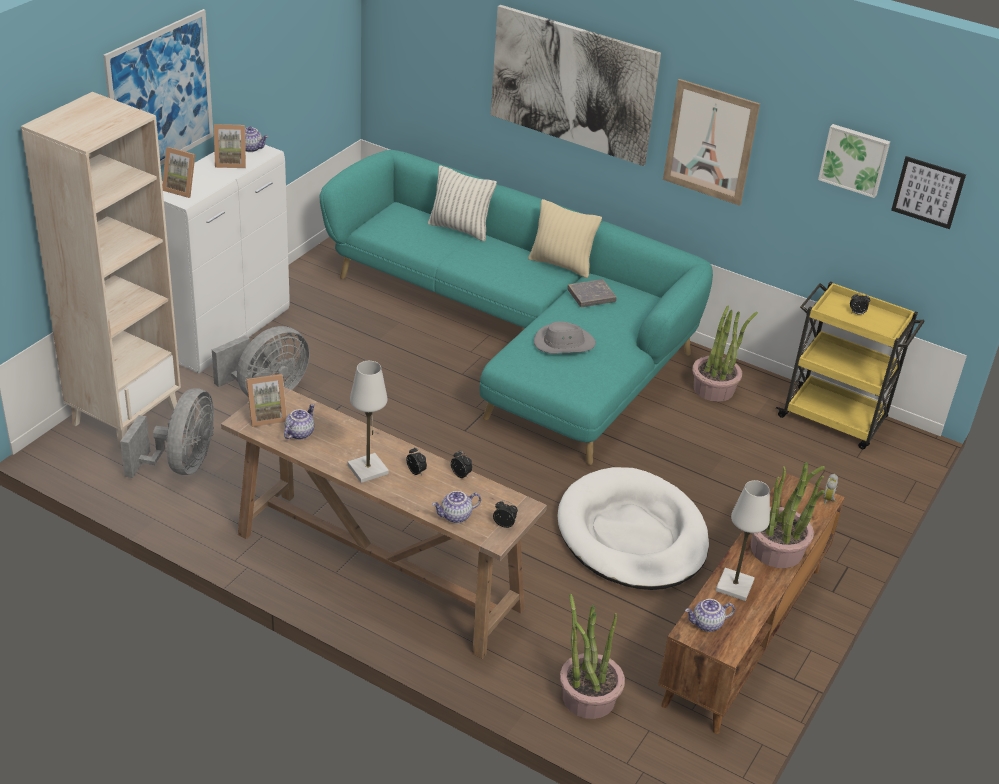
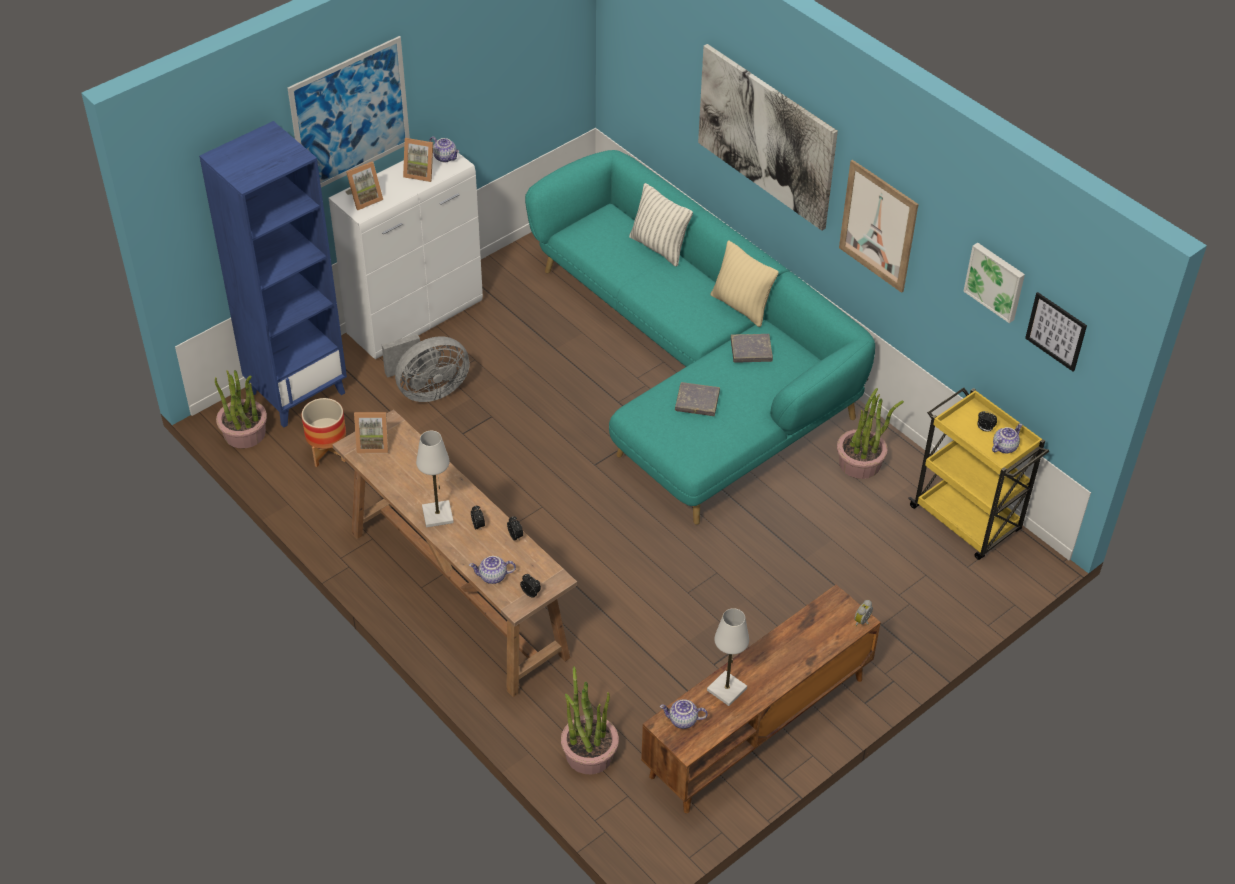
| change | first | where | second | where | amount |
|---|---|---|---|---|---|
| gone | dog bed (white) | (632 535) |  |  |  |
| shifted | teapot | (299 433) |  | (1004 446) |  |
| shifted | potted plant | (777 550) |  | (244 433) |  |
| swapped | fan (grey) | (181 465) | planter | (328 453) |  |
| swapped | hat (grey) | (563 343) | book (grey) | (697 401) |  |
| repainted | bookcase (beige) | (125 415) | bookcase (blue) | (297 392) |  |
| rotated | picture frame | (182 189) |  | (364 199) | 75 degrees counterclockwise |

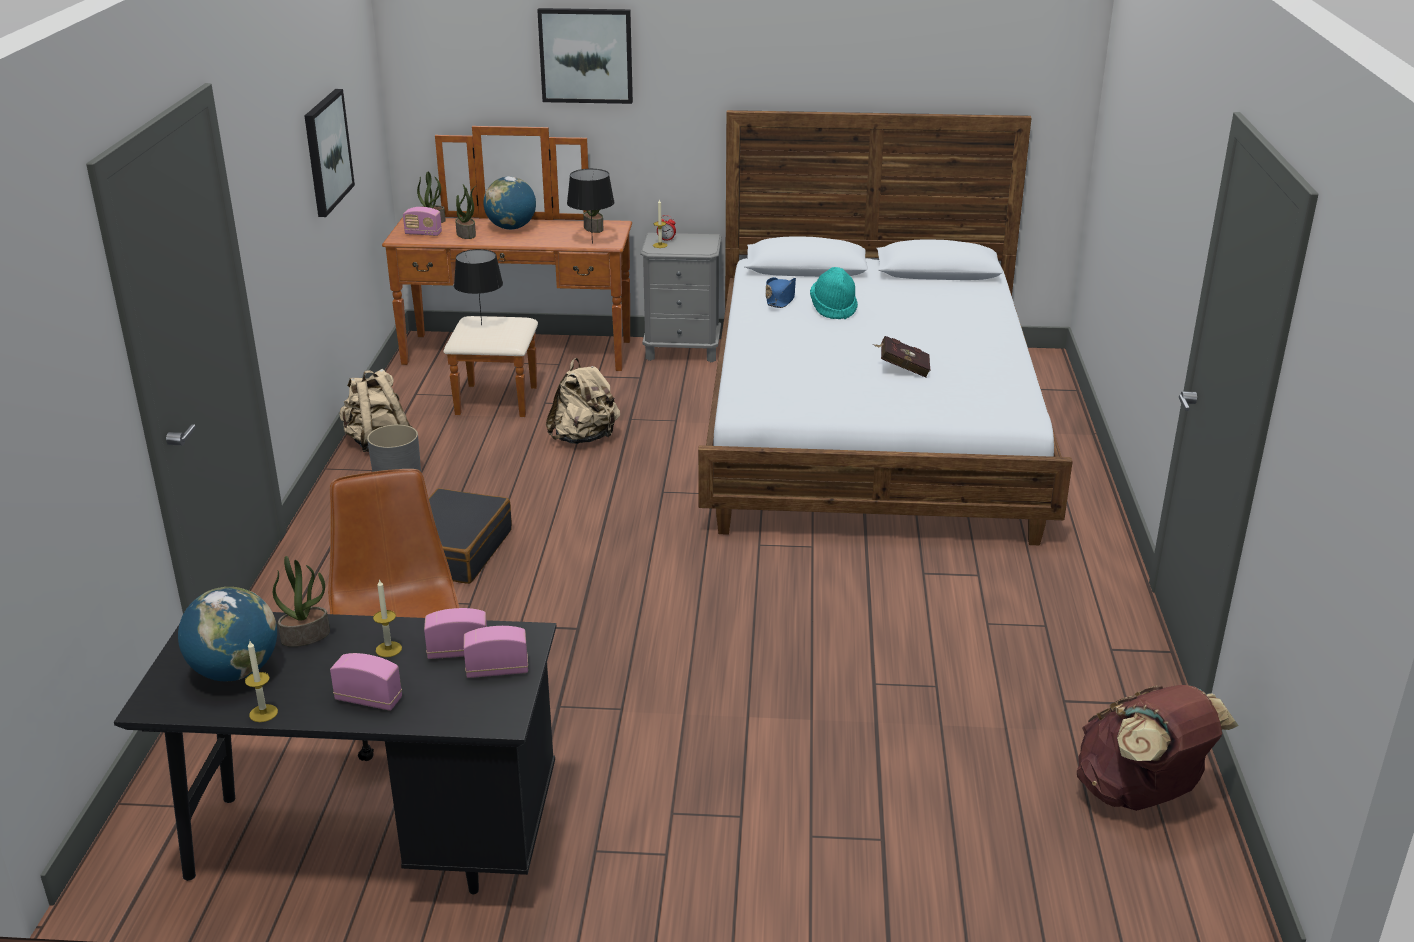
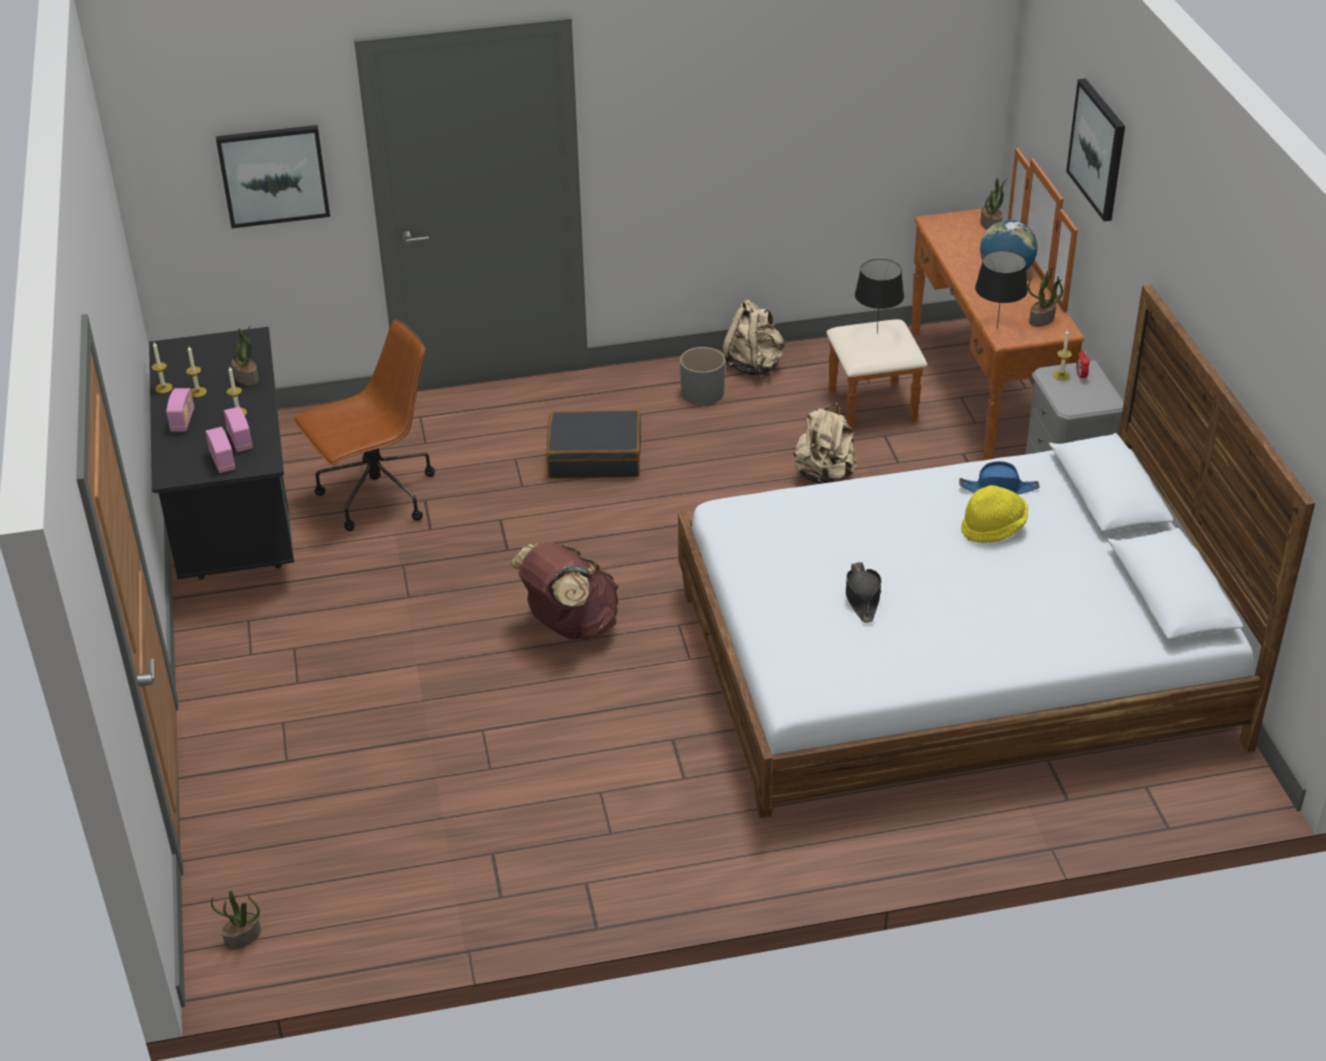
| change | first | where | second | where | amount |
|---|---|---|---|---|---|
| gone | globe | (235 672) |  |  |  |
| gone | radio | (423 234) |  |  |  |
| new |  |  | candle | (198 392) |  |
| shifted | picture | (326 152) |  | (273 175) |  |
| shifted | potted plant | (466 234) |  | (242 937) |  |
| shifted | backpack (brown) | (1140 794) |  | (569 625) |  |
| swapped | book (red) | (901 369) | hat (black) | (862 597) |  |
| repainted | hat (turquoise) | (833 309) | hat (yellow) | (993 528) |  |

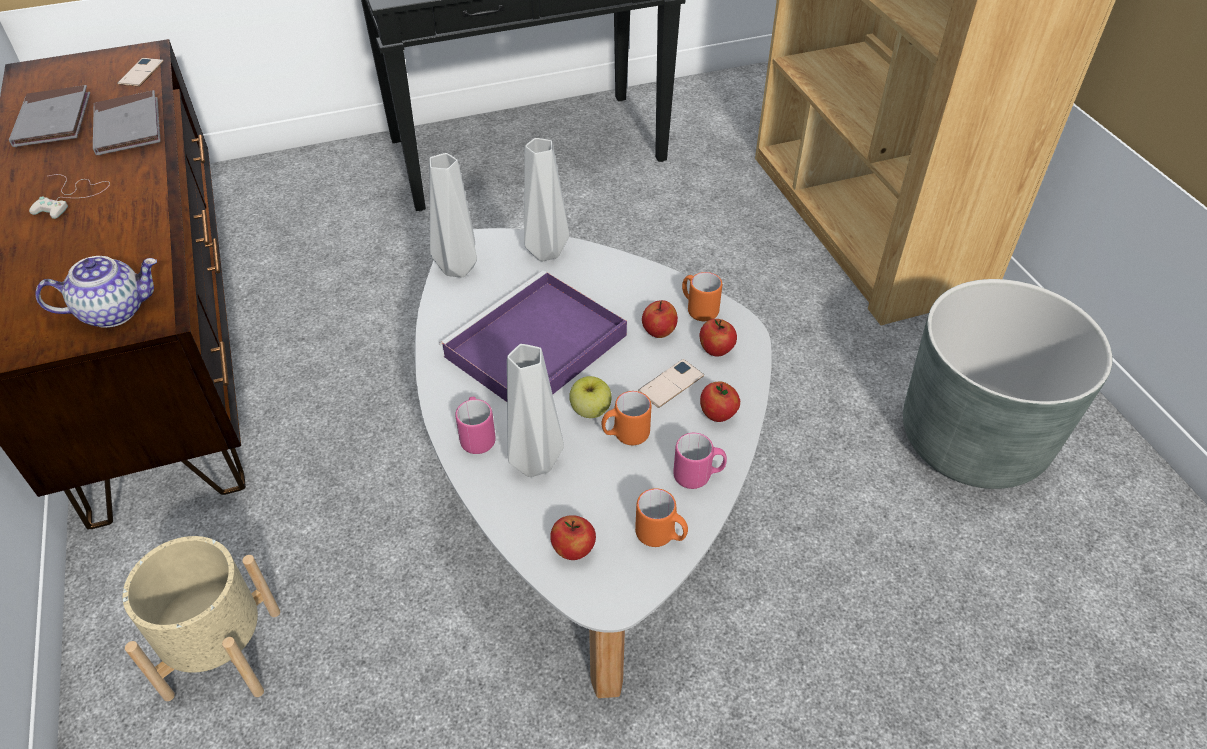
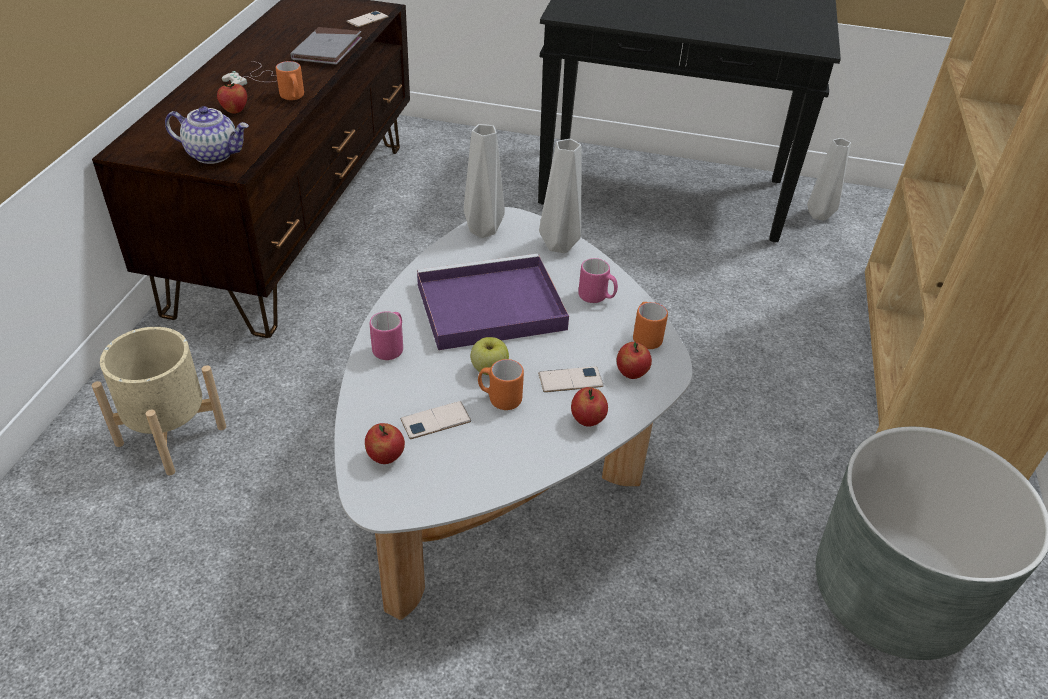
| change | first | where | second | where | amount |
|---|---|---|---|---|---|
| gone | book (grey) | (53 121) |  |  |  |
| new |  |  | phone | (436 420) |  |
| shifted | vase (grey) | (532 464) |  | (817 215) |  |
| shifted | mug (orange) | (661 536) |  | (293 98) |  |
| shifted | apple | (658 332) |  | (234 110) |  |
| shifted | mug (pink) | (698 476) |  | (597 297) |  |

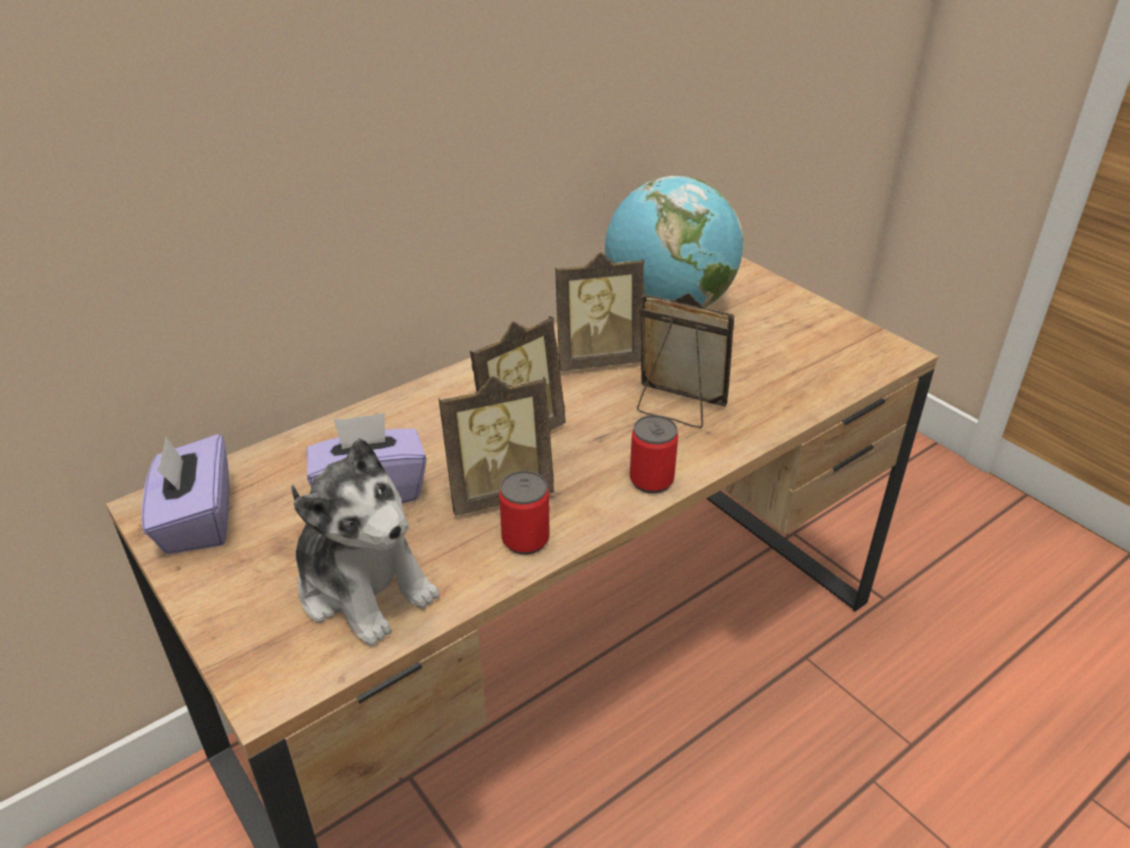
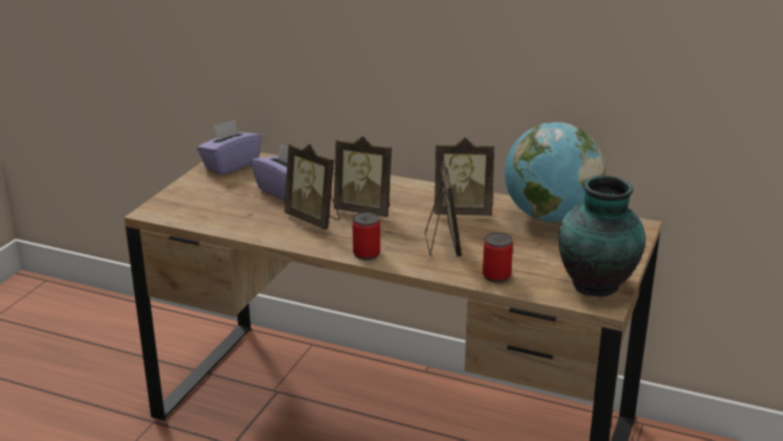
| change | first | where | second | where | amount |
|---|---|---|---|---|---|
| gone | plush toy | (364 587) |  |  |  |
| new |  |  | vase | (598 285) |  |
| shifted | can | (525 539) |  | (496 276) |  |
| rotated | picture frame | (597 359) |  | (462 211) | 45 degrees counterclockwise |

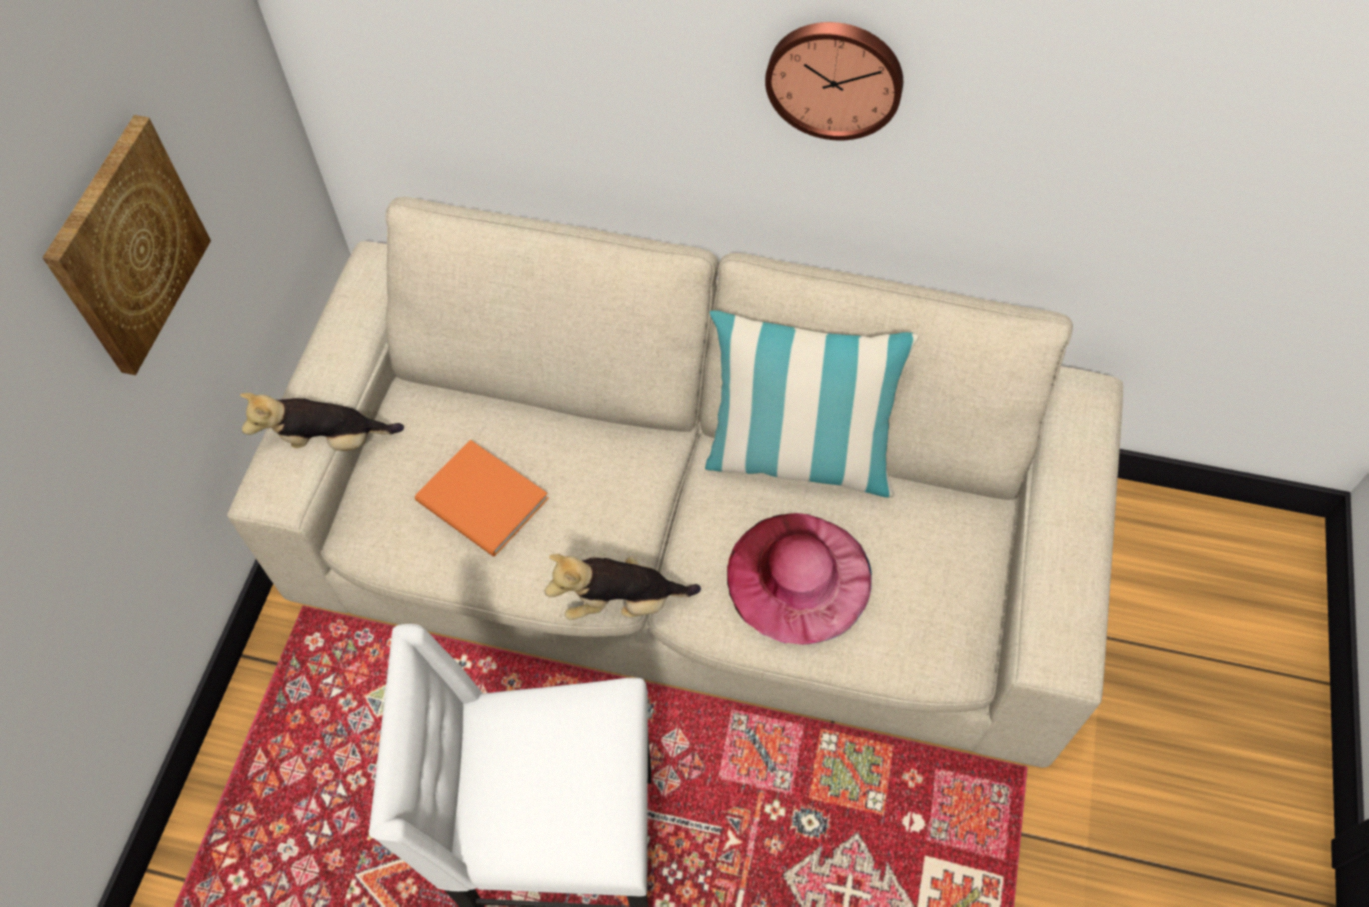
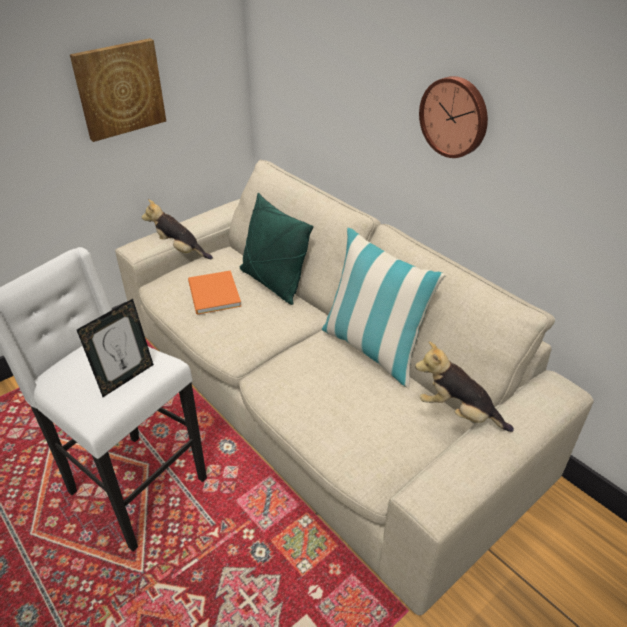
| change | first | where | second | where | amount |
|---|---|---|---|---|---|
| gone | hat (pink) | (798 577) |  |  |  |
| new |  |  | picture frame | (125 378) |  |
| new |  |  | pillow (green) | (273 283) |  |
| shifted | plush toy | (622 602) |  | (458 412) |  |

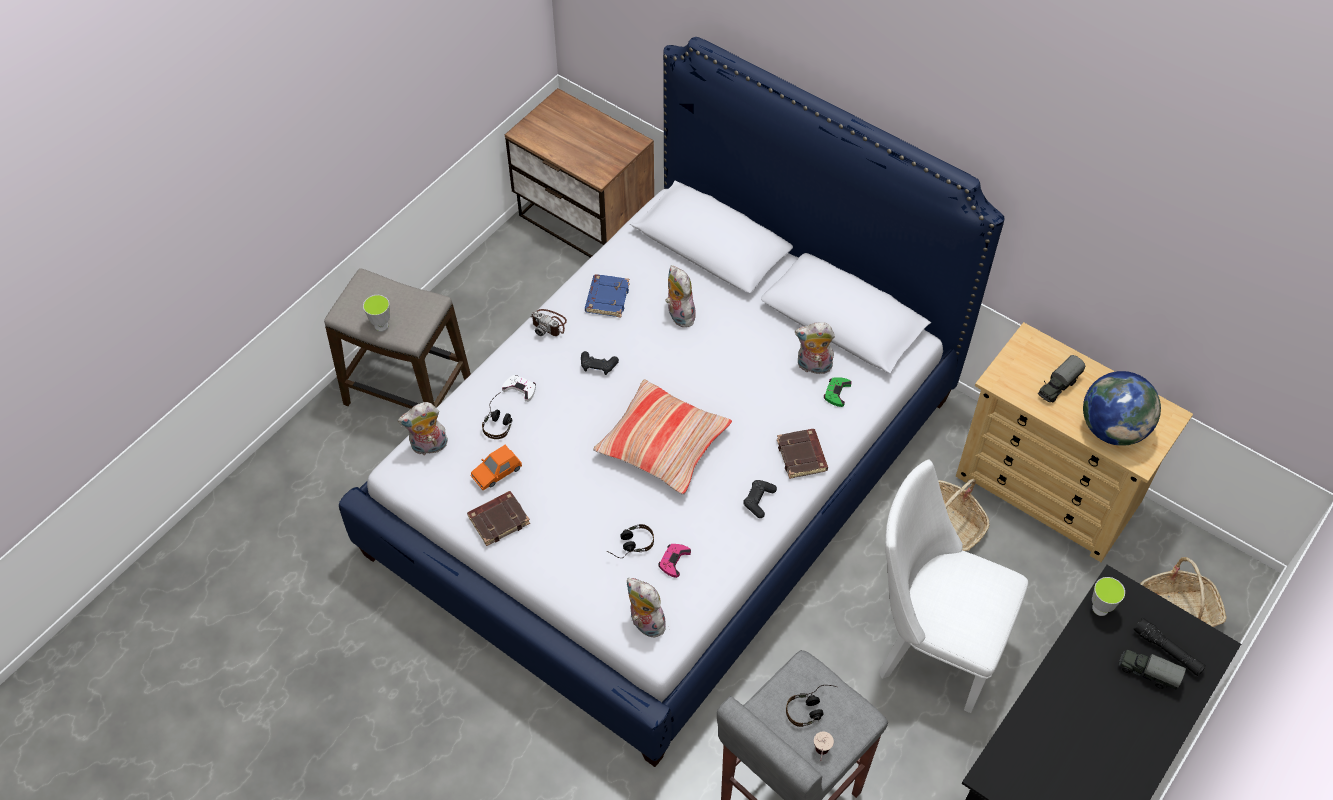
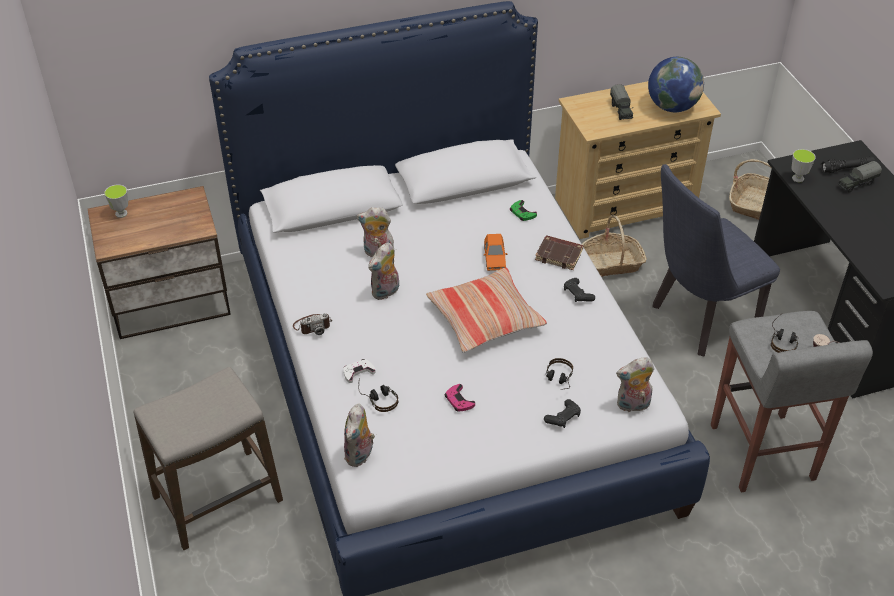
| change | first | where | second | where | amount |
|---|---|---|---|---|---|
| gone | book (brown) | (499 519) |  |  |  |
| gone | book (blue) | (606 298) |  |  |  |
| shifted | cup | (381 326) |  | (121 213) |  |
| shifted | toy car (orange) | (497 472) |  | (494 258) |  |
| shifted | game controller (black) | (598 366) |  | (563 417) |  |
| shifted | game controller (pink) | (674 561) |  | (459 400) |  |
| shifted | plush toy | (813 367) |  | (386 292) |  |
| repainted | chair (white) | (930 647) | chair (blue) | (697 321) |  |

